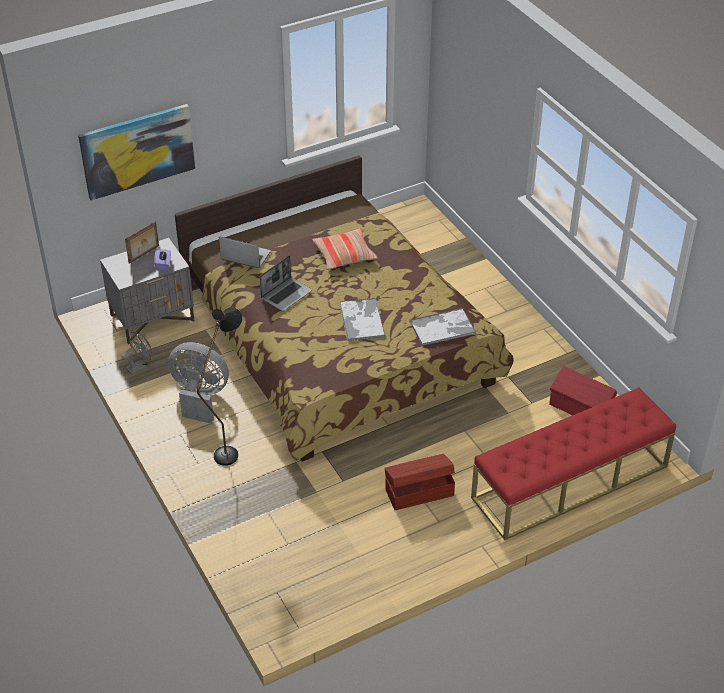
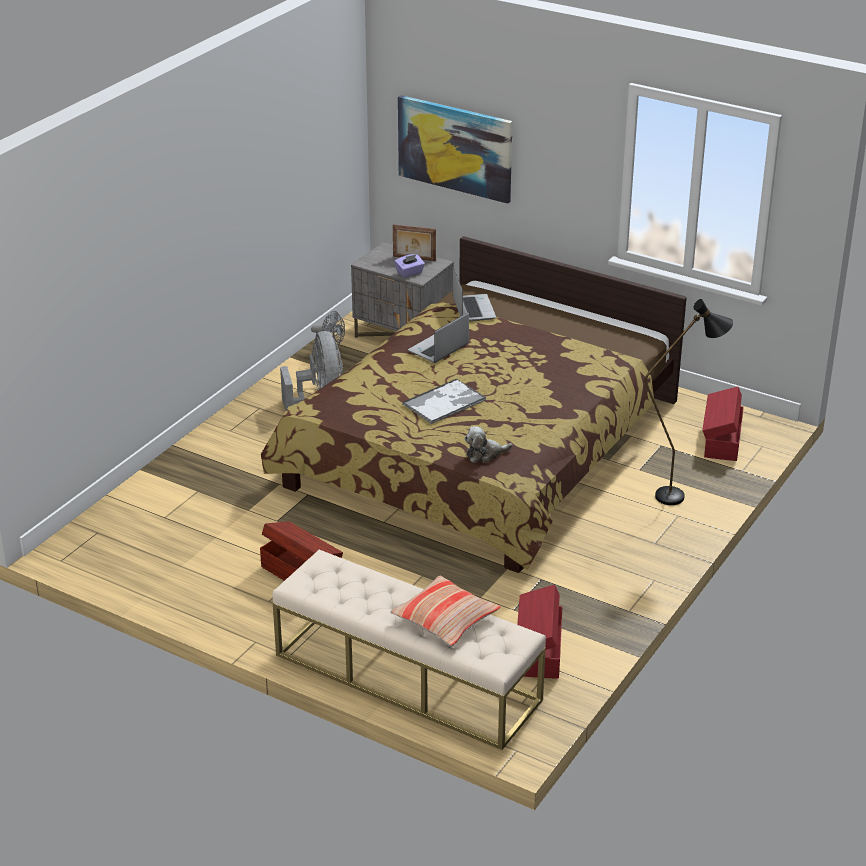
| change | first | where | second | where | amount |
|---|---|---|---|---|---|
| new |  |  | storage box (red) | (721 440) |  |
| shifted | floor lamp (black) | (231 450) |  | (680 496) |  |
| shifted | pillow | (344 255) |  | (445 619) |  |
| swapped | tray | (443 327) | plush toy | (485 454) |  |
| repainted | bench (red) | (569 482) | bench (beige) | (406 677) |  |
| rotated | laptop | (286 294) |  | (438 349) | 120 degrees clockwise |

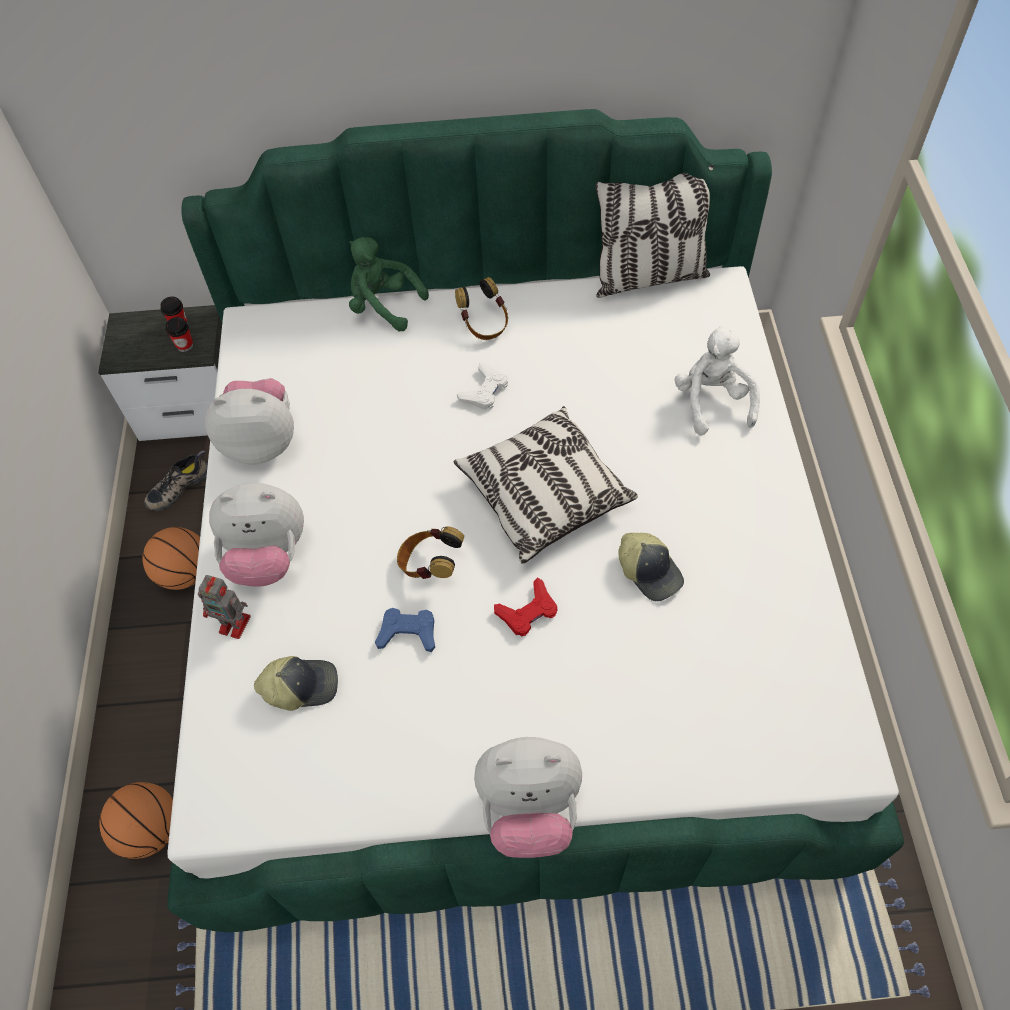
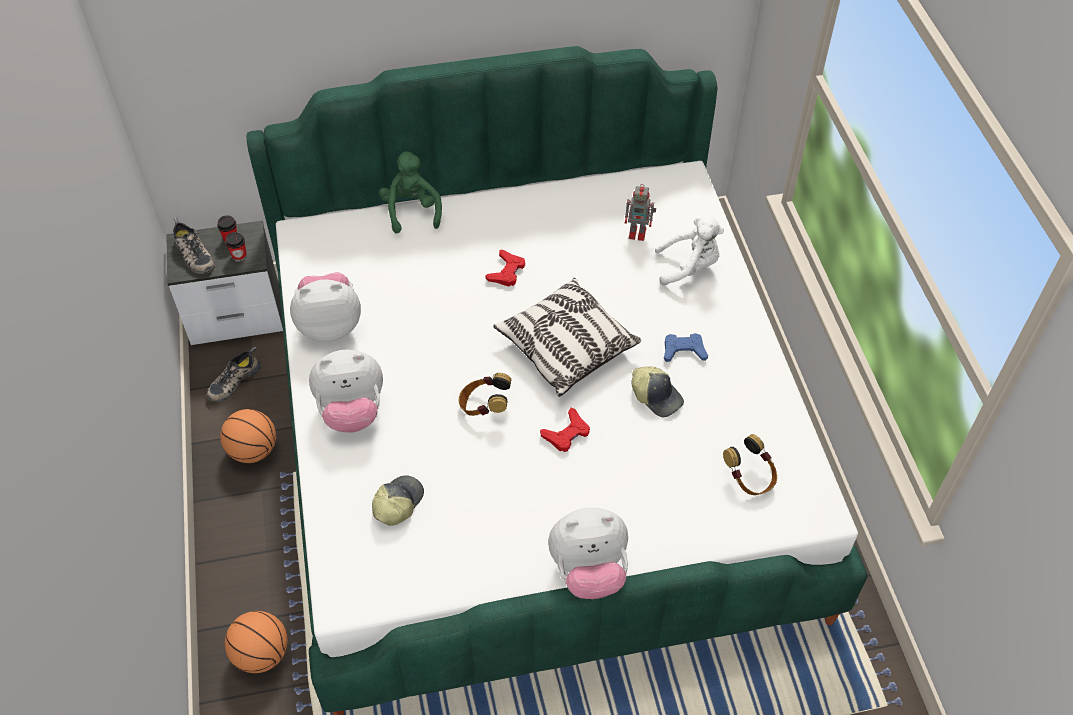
| change | first | where | second | where | amount |
|---|---|---|---|---|---|
| gone | pillow | (649 277) |  |  |  |
| new |  |  | shoe | (193 254) |  |
| shifted | toy robot | (236 624) |  | (638 233) |  |
| shifted | game controller (blue) | (408 632) |  | (683 351) |  |
| shifted | headphones | (484 324) |  | (749 478) |  |
| repainted | game controller (white) | (484 391) | game controller (red) | (506 272) |  |
| rotated | cap | (301 685) |  | (397 503) | 45 degrees counterclockwise |
| rotated | plush toy (green) | (383 306) |  | (412 211) | 60 degrees clockwise |
| rotated | plush toy (white) | (712 402) |  | (689 267) | 105 degrees clockwise |

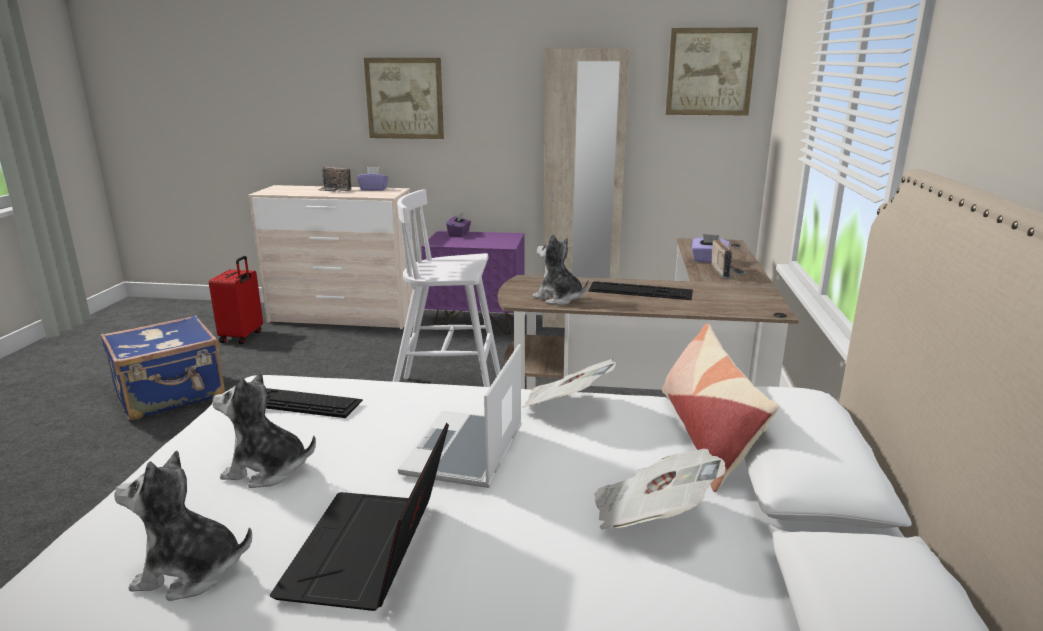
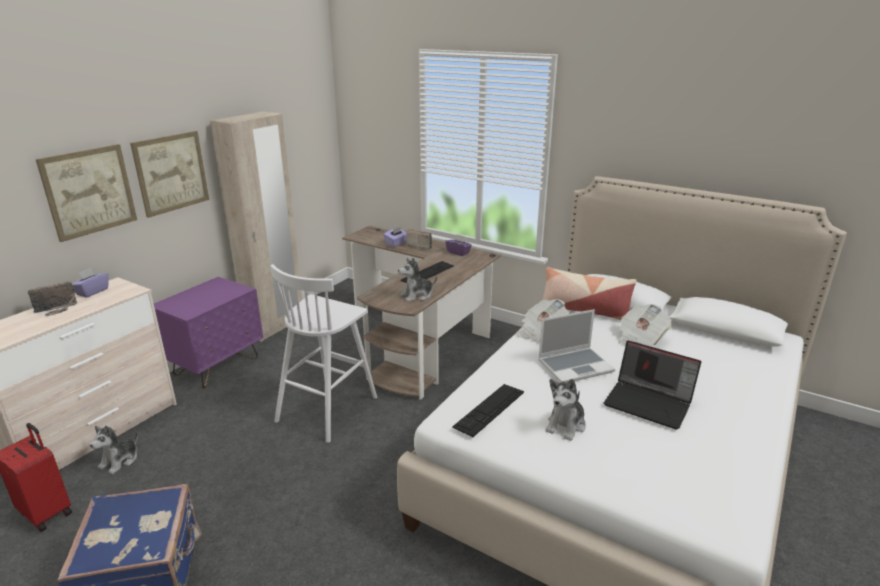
| change | first | where | second | where | amount |
|---|---|---|---|---|---|
| shifted | plush toy | (190 572) |  | (120 461) |  |
| shifted | tissue box (purple) | (459 234) |  | (458 252) |  |
| shifted | picture | (710 72) |  | (171 173) |  |
| rotated | laptop | (466 452) |  | (575 366) | 60 degrees counterclockwise |

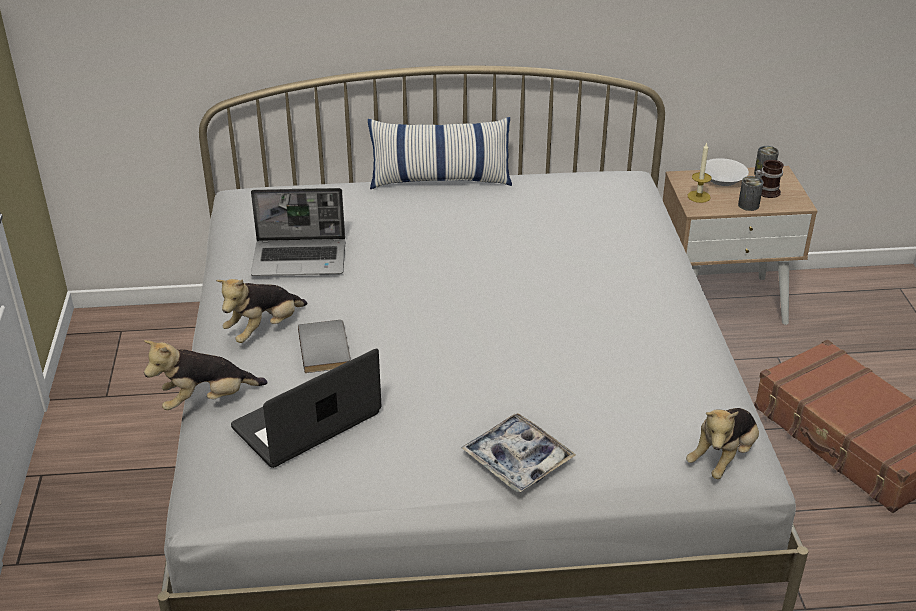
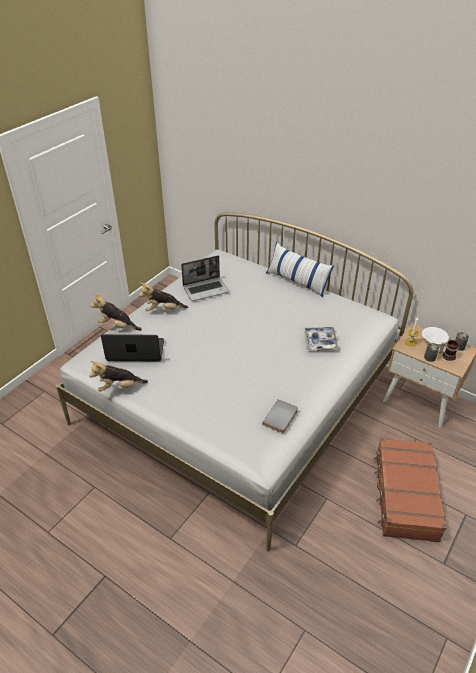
| change | first | where | second | where | amount |
|---|---|---|---|---|---|
| shifted | book (grey) | (327 348) |  | (281 418) |  |
| shifted | tray | (517 460) |  | (320 341) |  |
| shifted | plush toy | (723 457) |  | (119 387) |  |
| rotated | laptop | (300 259) |  | (206 289) | 60 degrees counterclockwise |

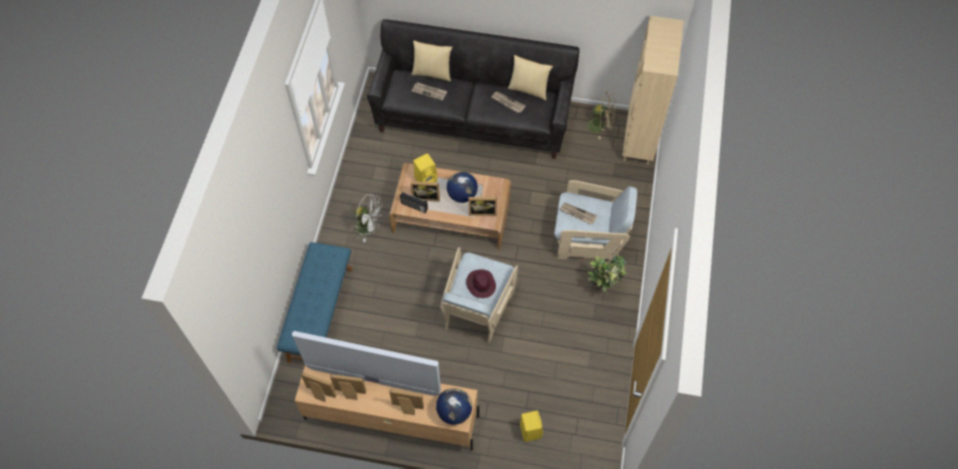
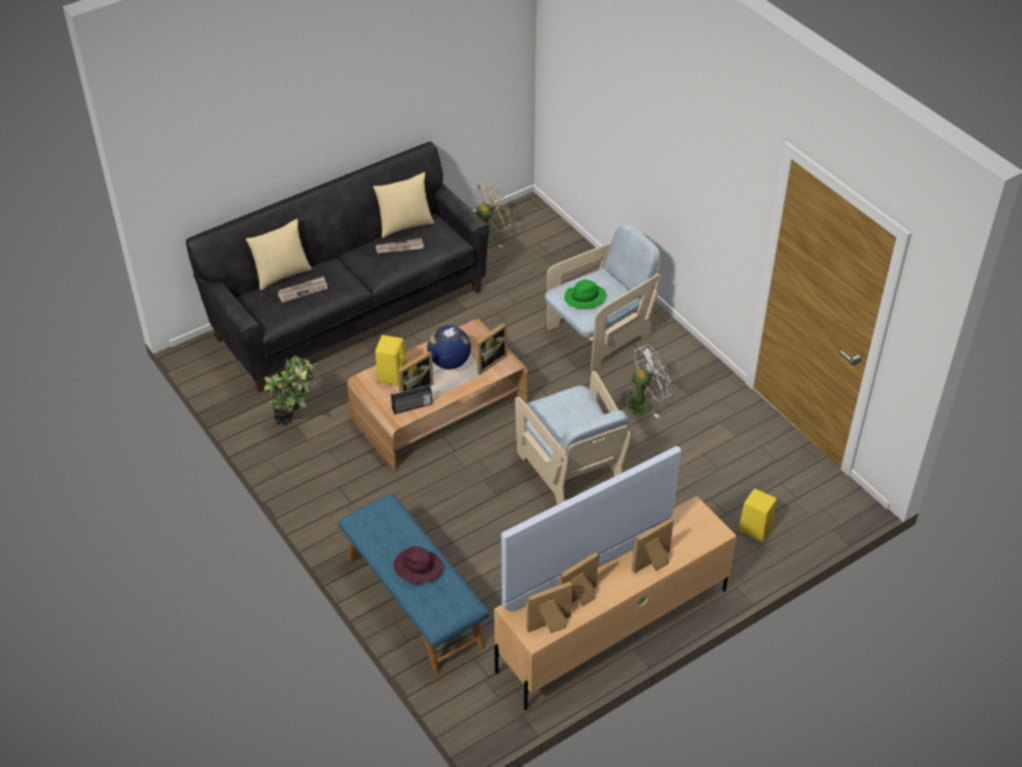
| change | first | where | second | where | amount |
|---|---|---|---|---|---|
| gone | globe | (454 411) |  |  |  |
| gone | bookcase (beige) | (639 142) |  |  |  |
| shifted | fan (white) | (368 227) |  | (644 403) |  |
| shifted | hat (purple) | (481 284) |  | (417 567) |  |
| shifted | potted plant | (602 290) |  | (297 424) |  |
| swapped | newspaper | (577 214) | hat (green) | (584 299) |  |

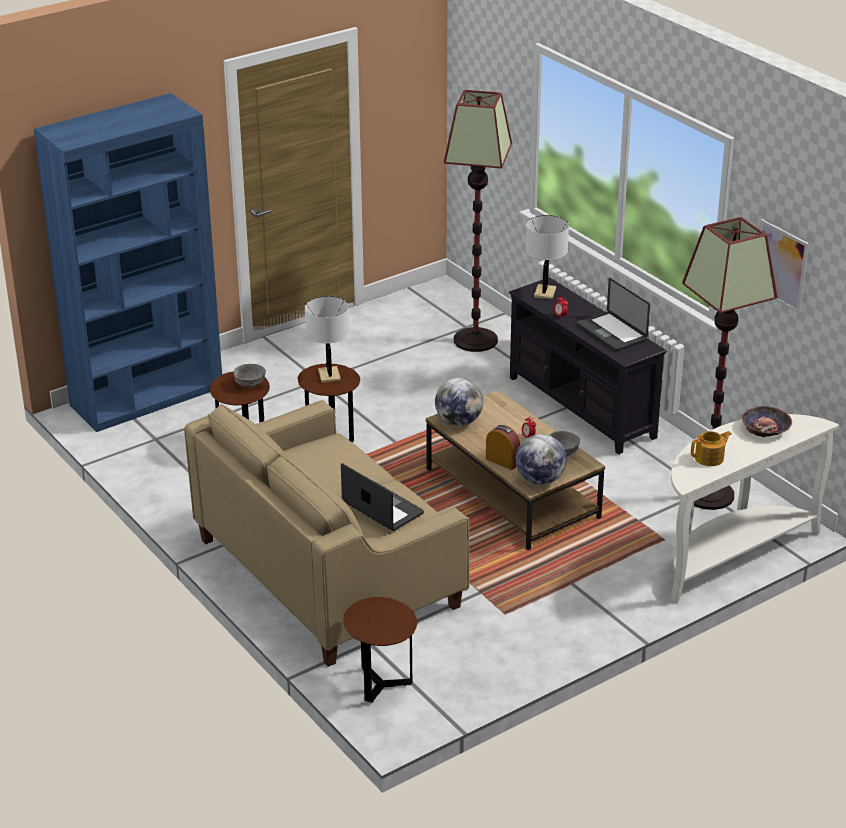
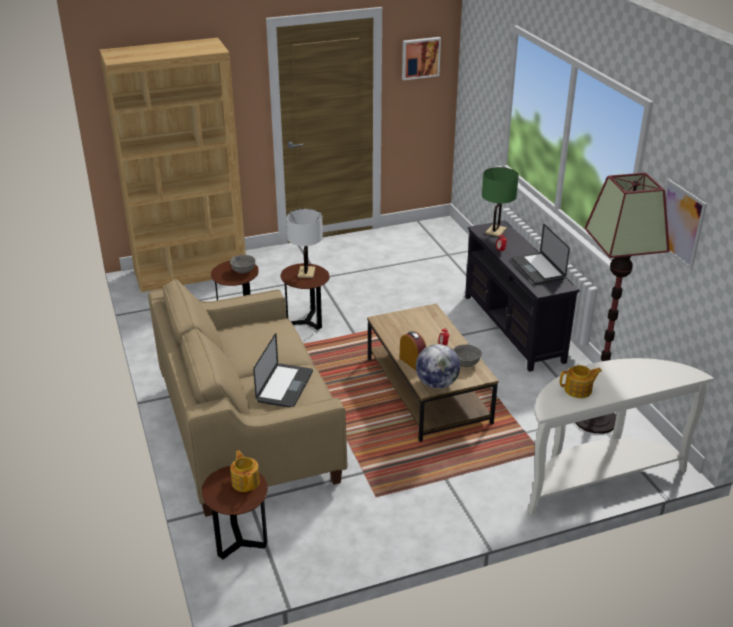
| change | first | where | second | where | amount |
|---|---|---|---|---|---|
| gone | globe | (458 422) |  |  |  |
| gone | floor lamp | (476 340) |  |  |  |
| gone | bowl | (765 428) |  |  |  |
| new |  |  | teapot | (245 481) |  |
| new |  |  | picture | (420 57) |  |
| repainted | bookcase (blue) | (147 397) | bookcase (brown) | (191 272) |  |
| repainted | table lamp (white) | (545 293) | table lamp (green) | (496 231) |  |
| rotated | laptop | (382 508) |  | (285 386) | 45 degrees clockwise |

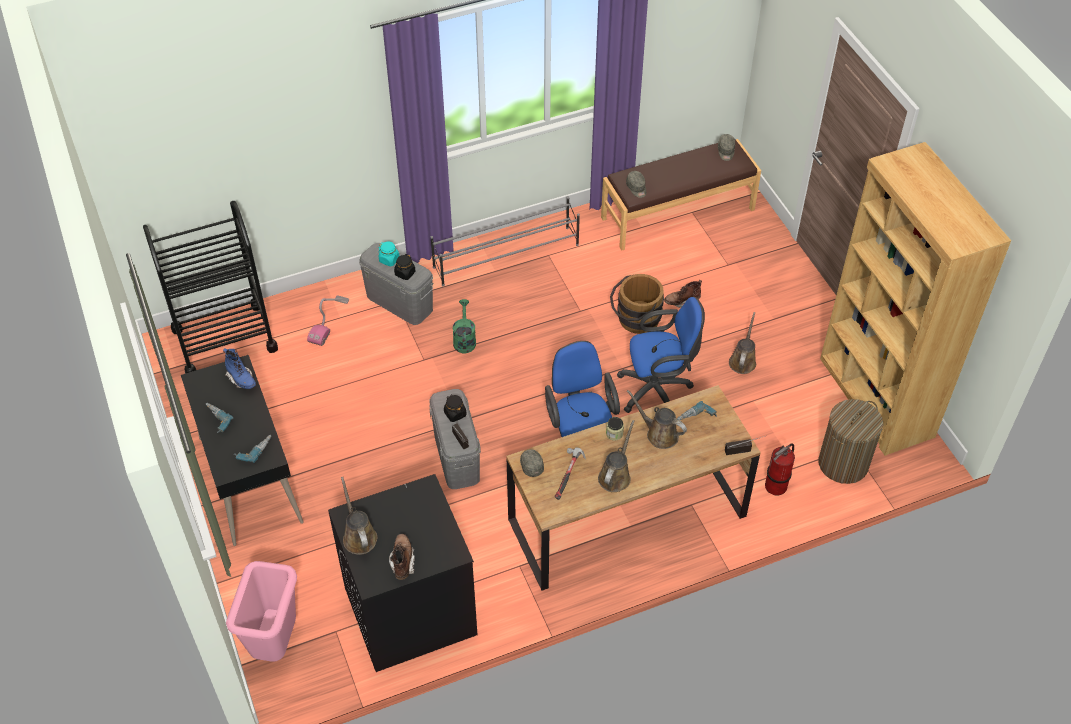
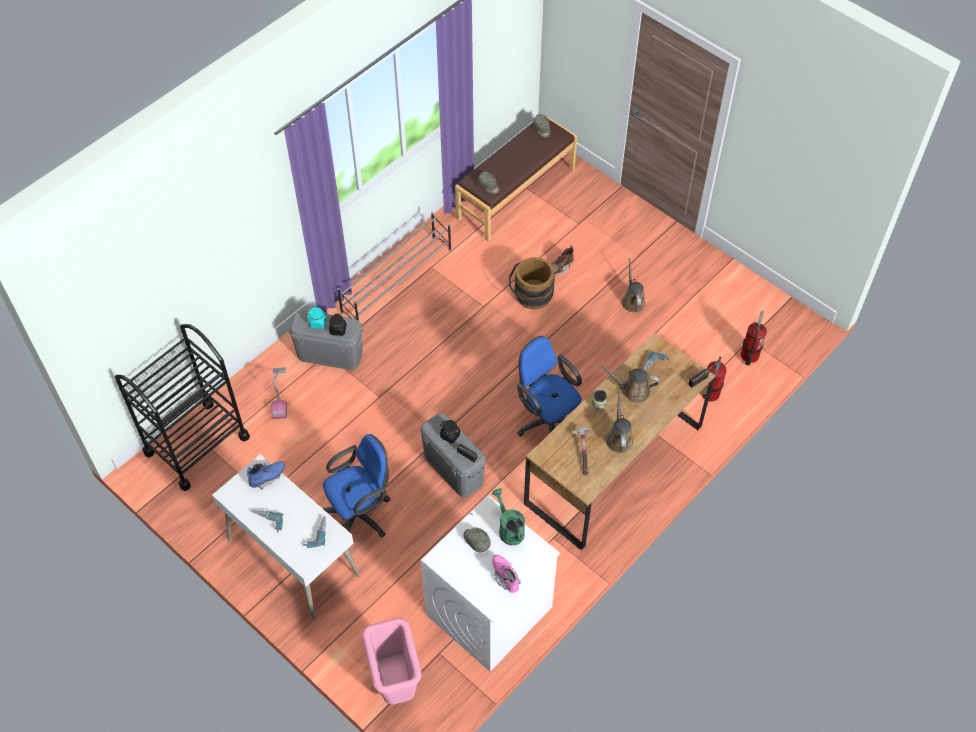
| change | first | where | second | where | amount |
|---|---|---|---|---|---|
| gone | watering can (brown) | (358 536) |  |  |  |
| gone | bookcase (brown) | (875 398) |  |  |  |
| shifted | watering can (green) | (464 339) |  | (509 529) |  |
| shifted | cap (grey) | (531 465) |  | (476 541) |  |
| shifted | office chair (blue) | (658 390) |  | (361 514) |  |
| swapped | laundry basket | (843 463) | fire extinguisher | (749 355) |  |
| repainted | desk (black) | (249 480) | desk (white) | (293 558) |  |
| repainted | washing machine (black) | (409 612) | washing machine (white) | (489 612) |  |
| repainted | boot (brown) | (402 561) | boot (pink) | (505 577) |  |
| rotated | boot (blue) | (241 379) |  | (267 477) | 60 degrees counterclockwise |

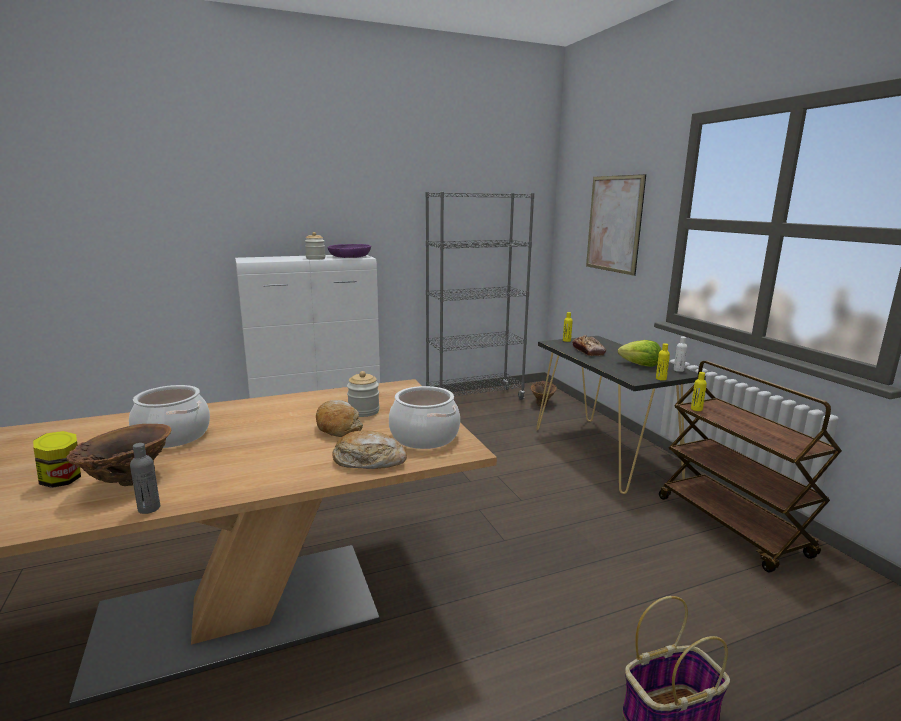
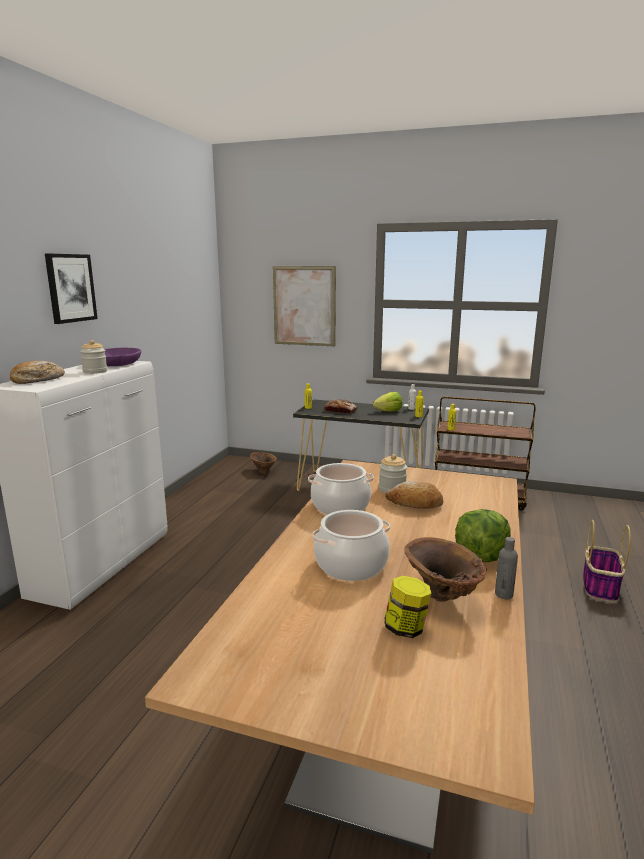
| change | first | where | second | where | amount |
|---|---|---|---|---|---|
| gone | bookcase (grey) | (474 399) |  |  |  |
| new |  |  | picture | (70 288) |  |
| new |  |  | lettuce | (480 556) |  |
| shifted | bread | (369 461) |  | (37 380) |  |
| shifted | cooking pot | (424 437) |  | (340 506) |  |

